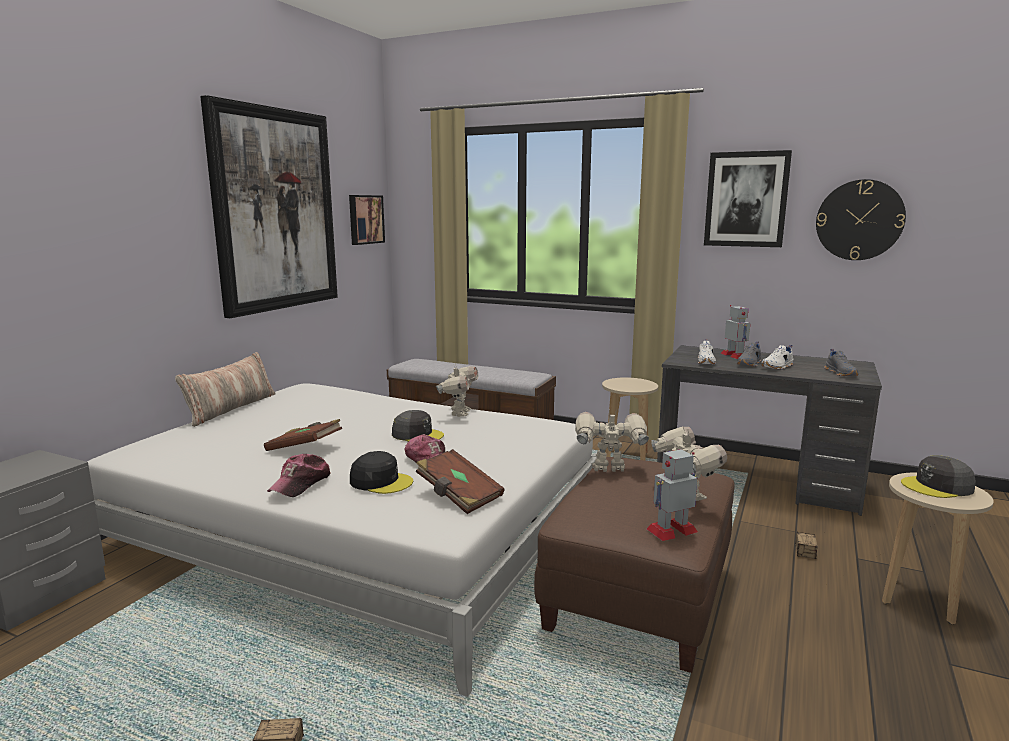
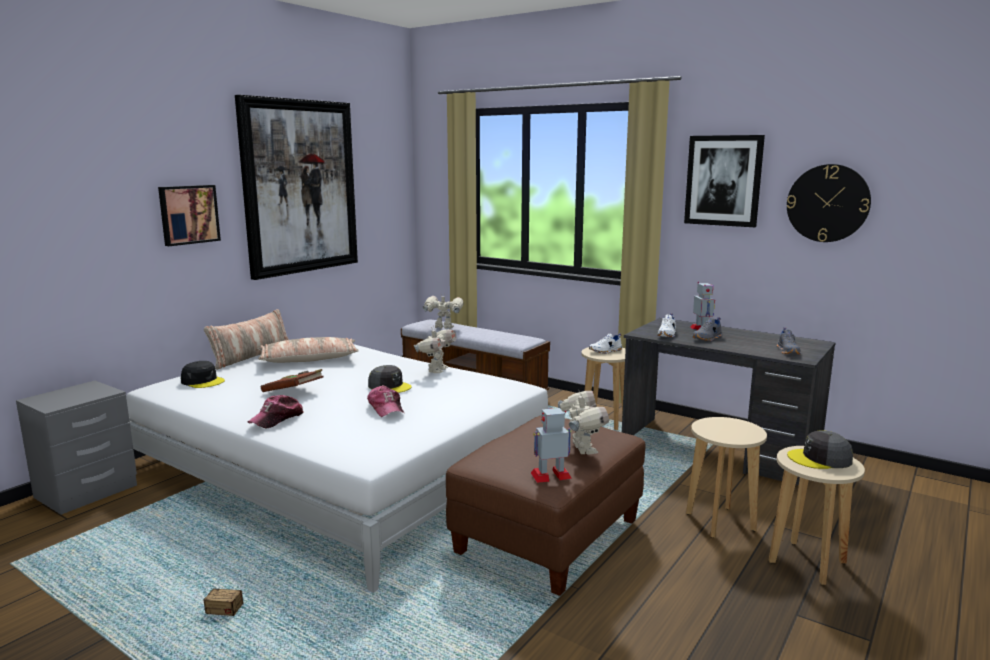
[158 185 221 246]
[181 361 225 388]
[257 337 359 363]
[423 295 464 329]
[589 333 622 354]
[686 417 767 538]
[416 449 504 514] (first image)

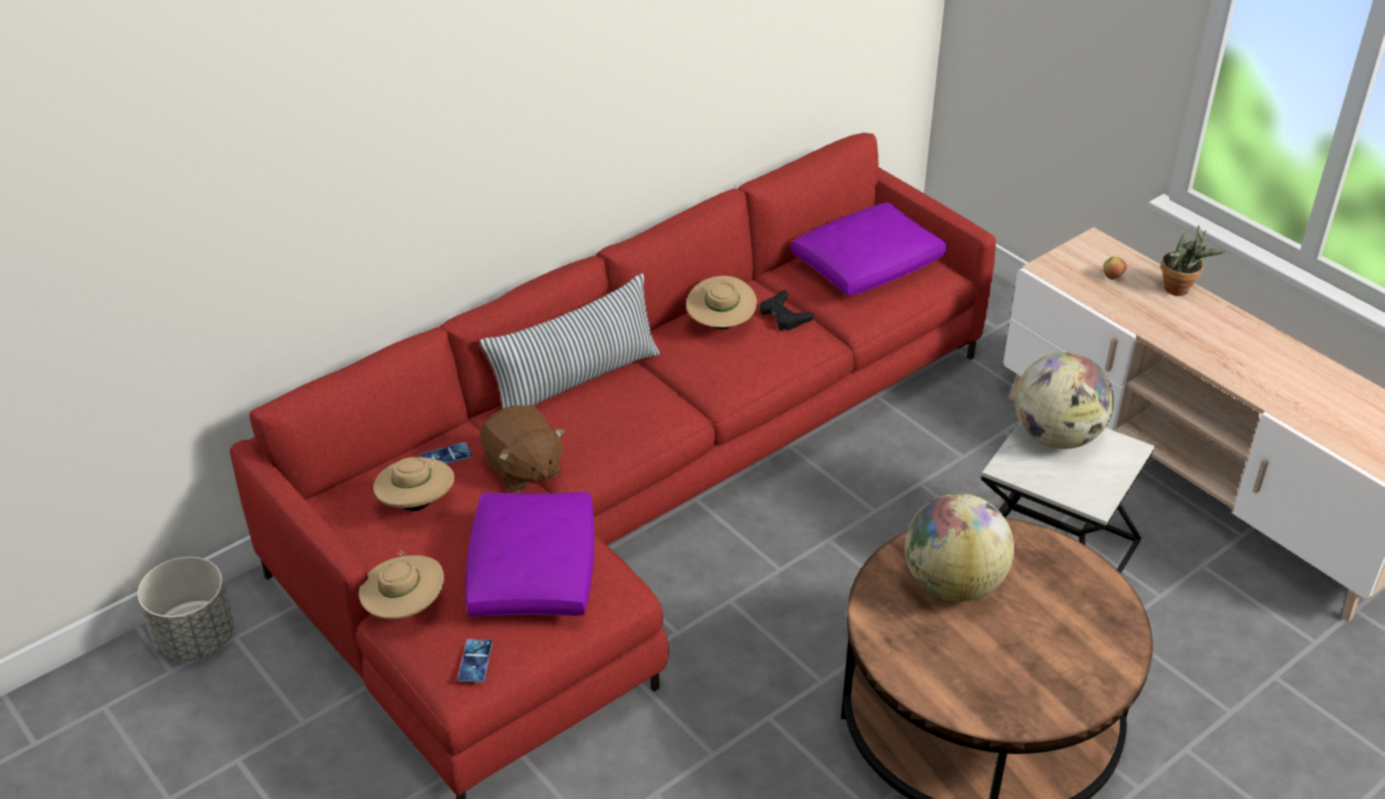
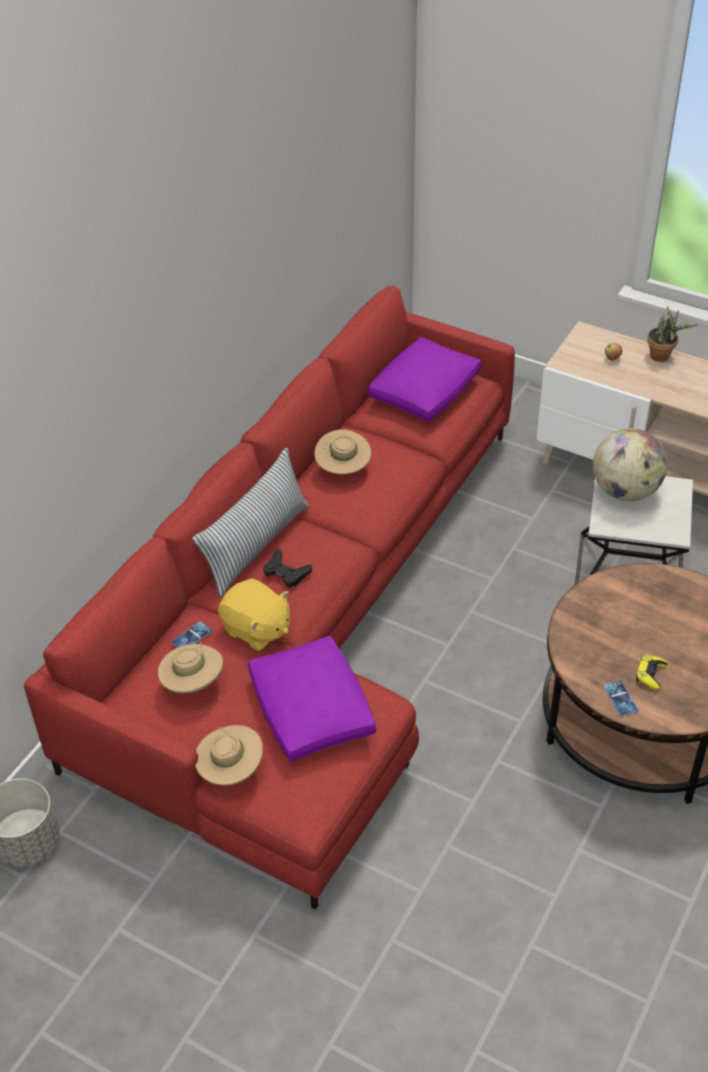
[218 578 290 652]
[263 549 312 588]
[603 681 639 716]
[636 655 667 690]
[905 493 1014 602] (first image)

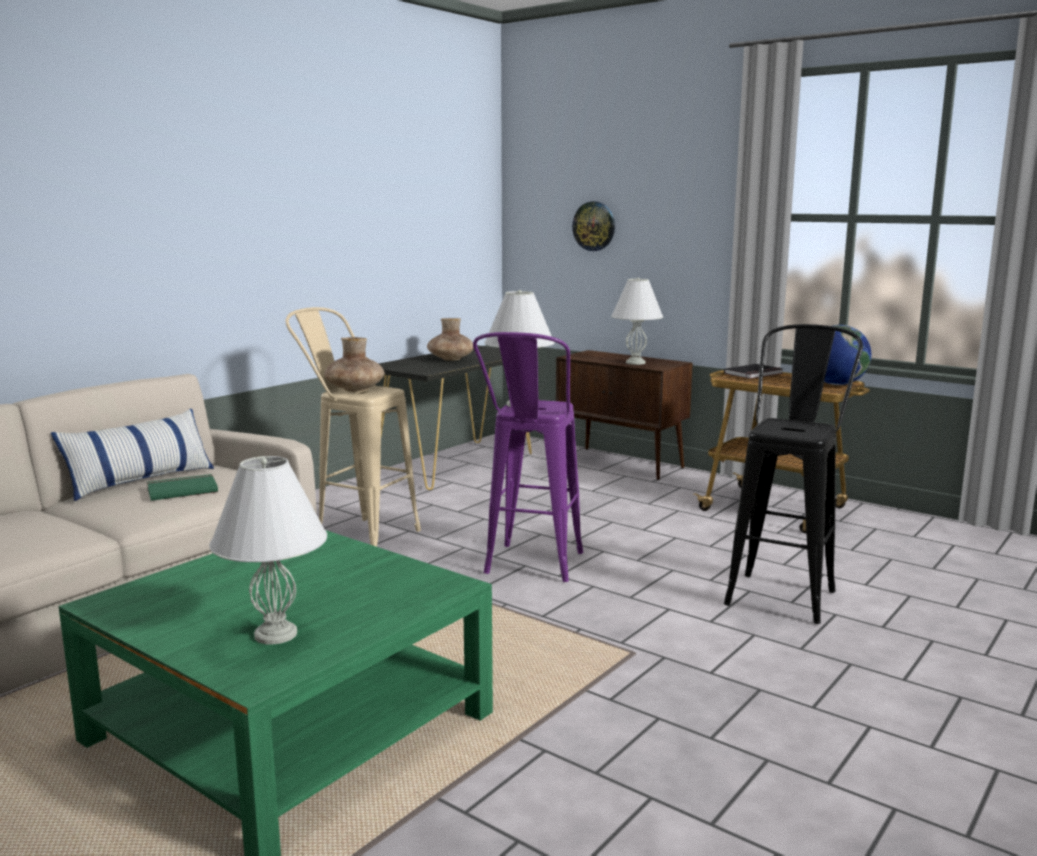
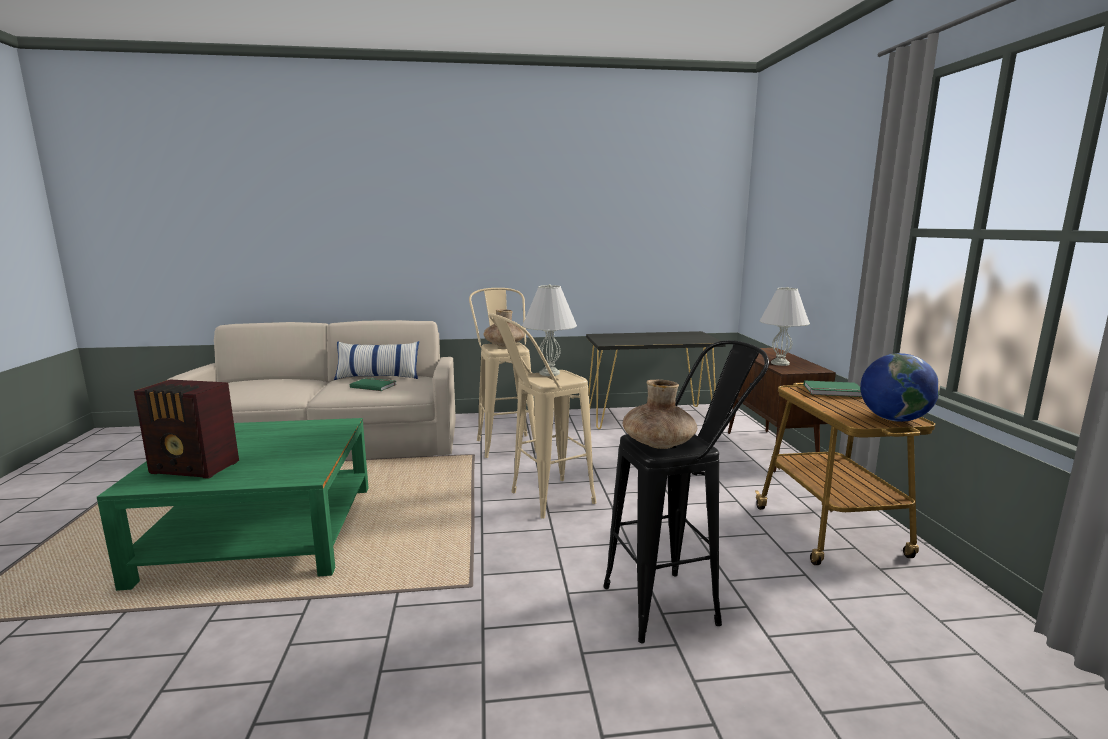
[134 379 239 479]
[489 313 597 519]
[622 379 697 449]
[804 380 862 397]
[572 202 615 251] (first image)

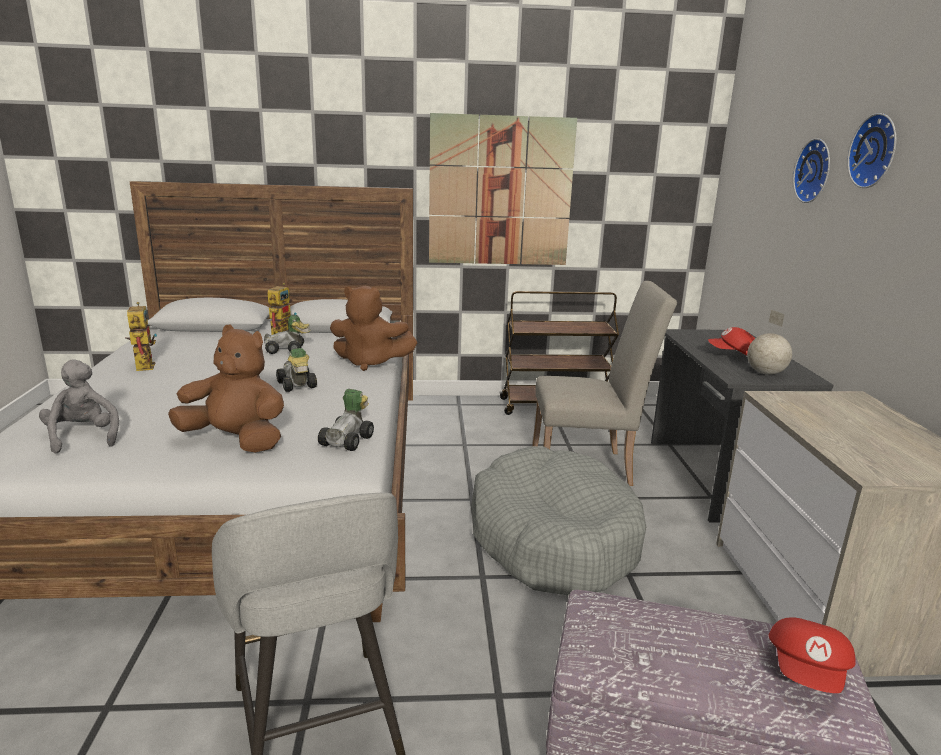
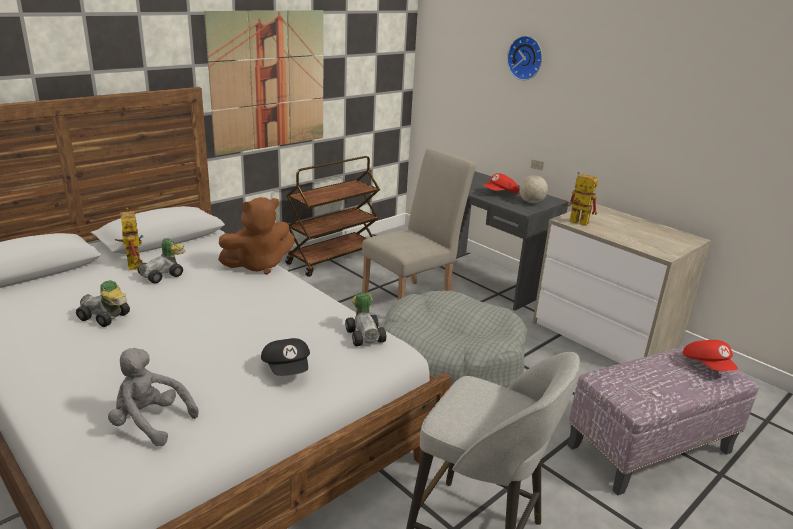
[76 280 130 327]
[261 338 310 376]
[561 172 598 226]
[847 113 896 188] (first image)

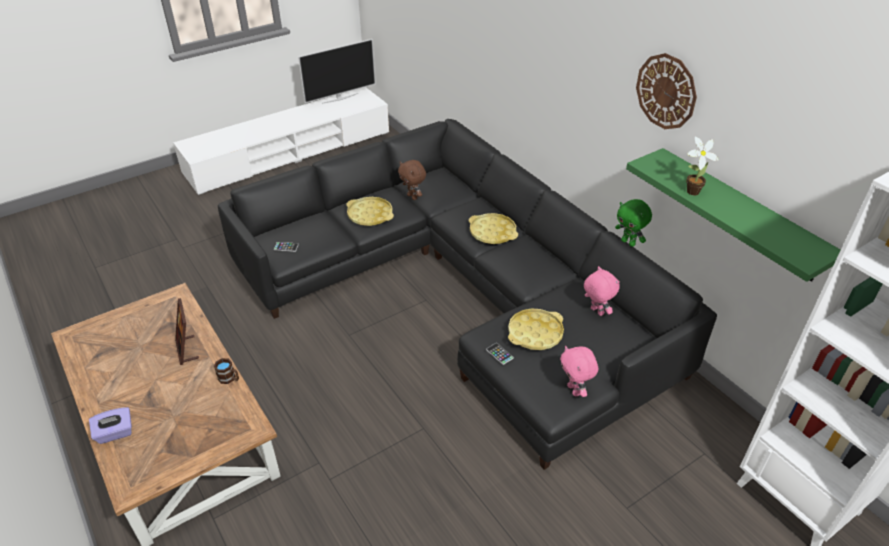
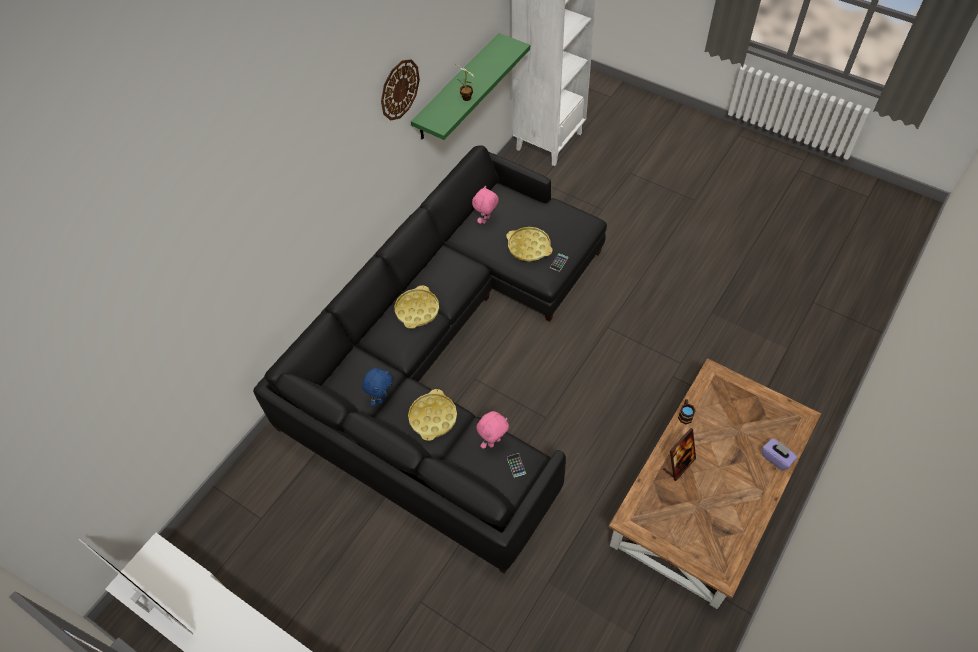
[362 368 393 406]
[476 411 509 449]
[615 199 652 247] (first image)

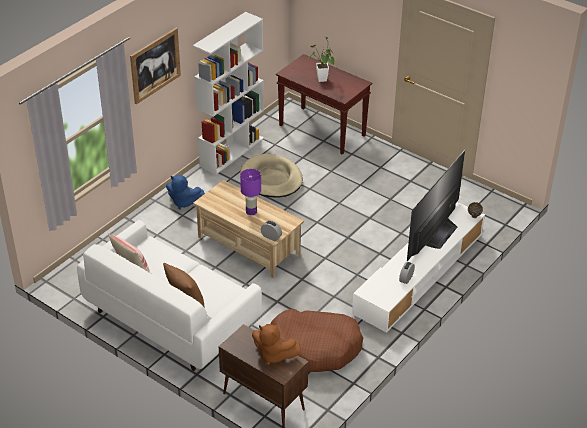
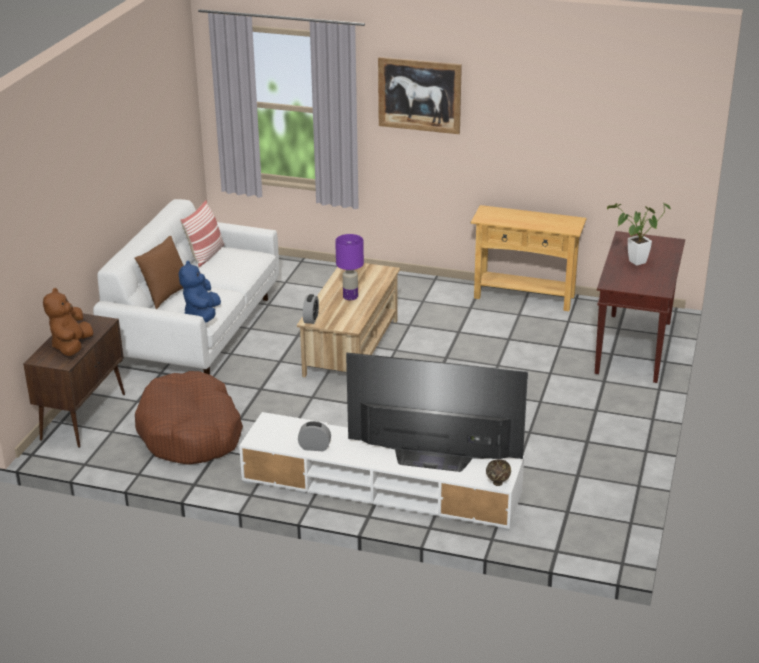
[178 261 221 323]
[471 205 586 311]
[240 154 303 198] (first image)

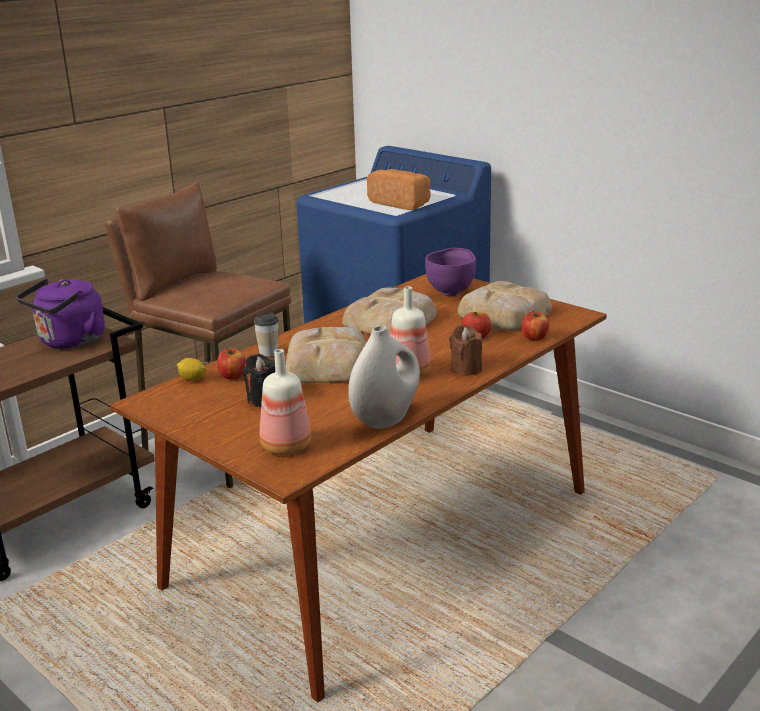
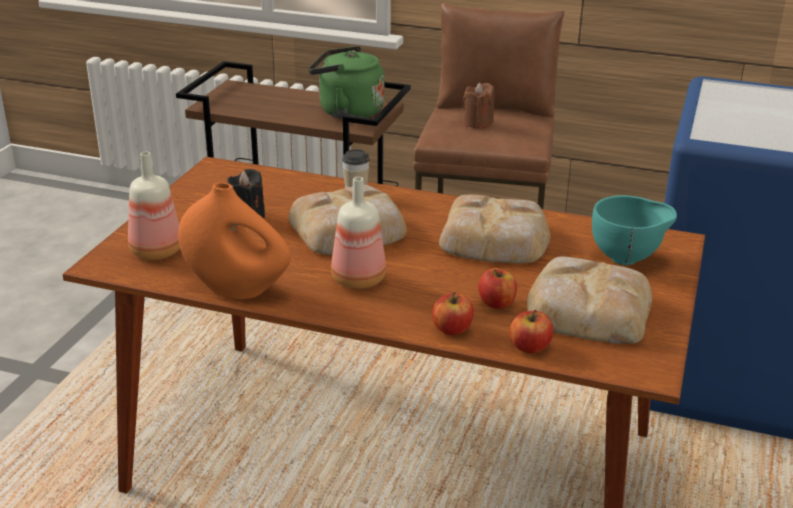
[178 182 291 299]
[308 46 385 119]
[432 292 474 335]
[462 82 494 129]
[592 195 677 265]
[177 358 206 381] (first image)
[367 169 431 210] (first image)

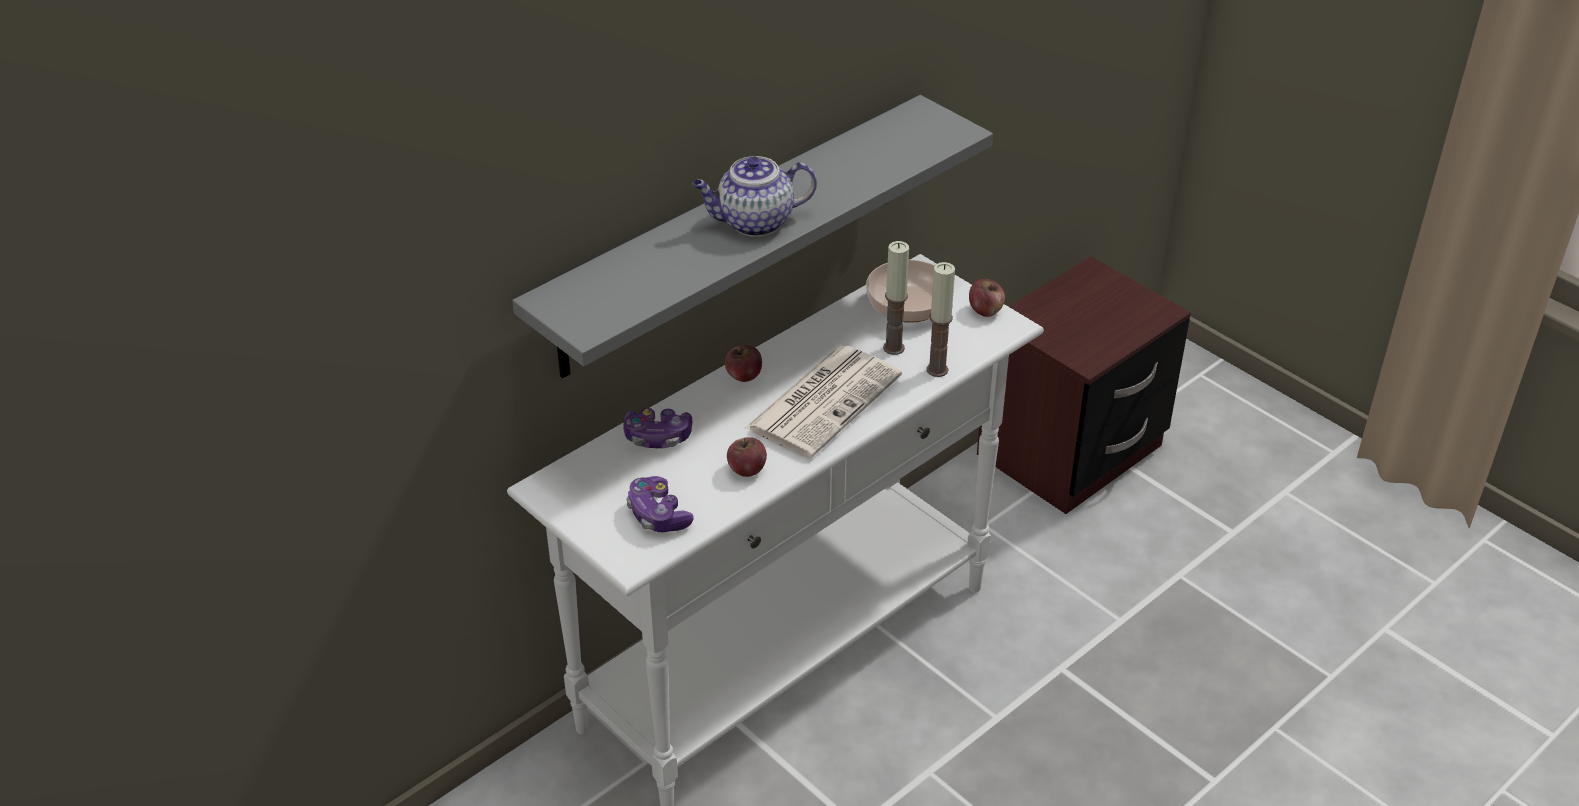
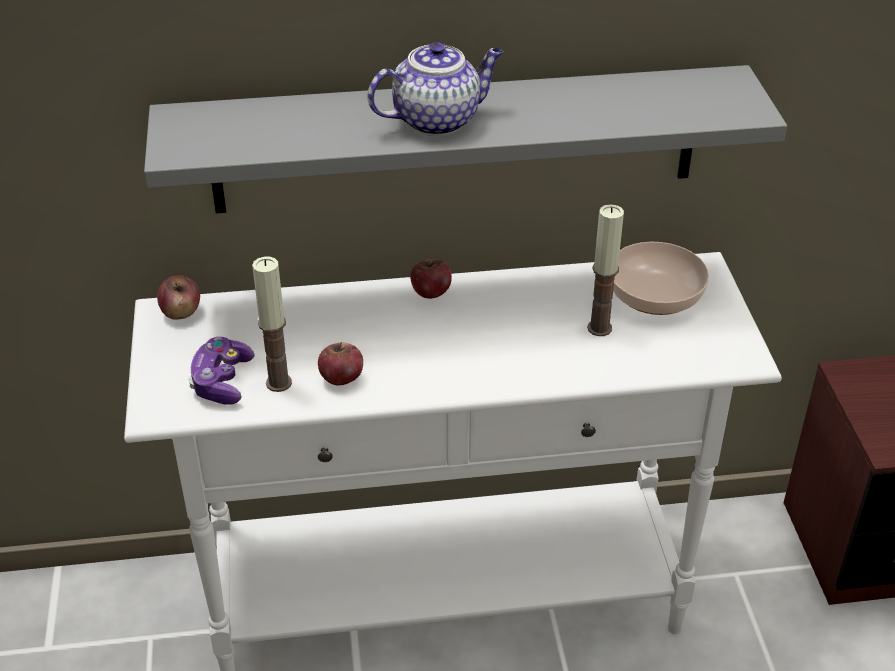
[157 275 200 320]
[252 257 292 392]
[367 42 503 136]
[623 408 692 448] (first image)
[745 346 902 458] (first image)

